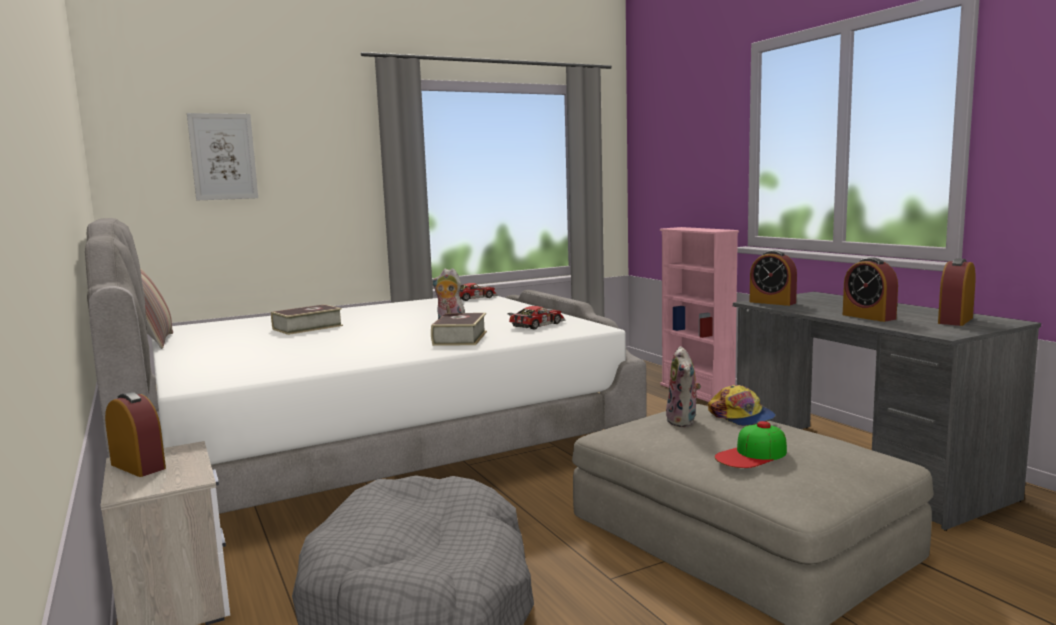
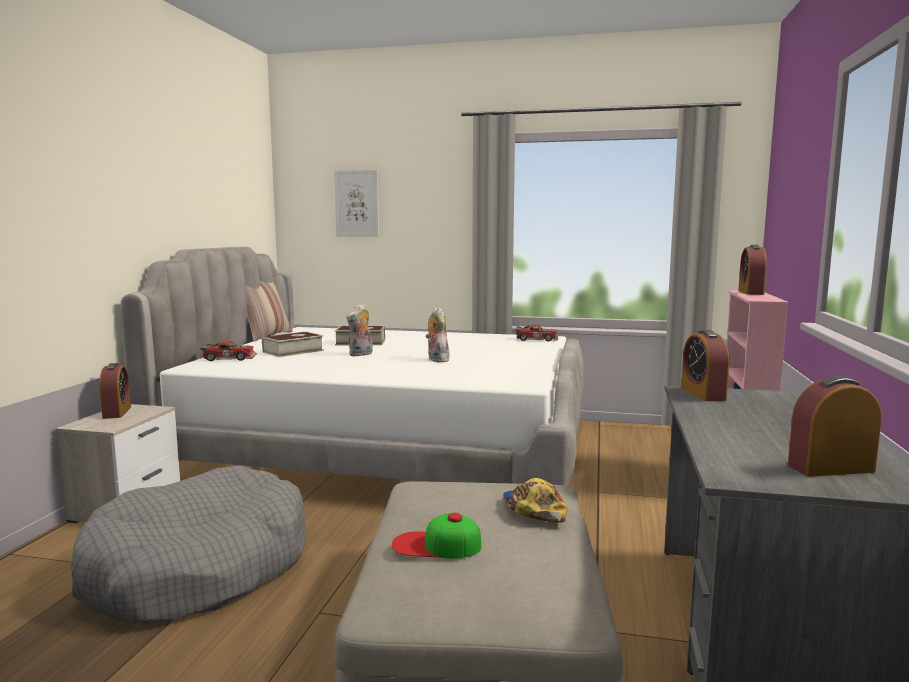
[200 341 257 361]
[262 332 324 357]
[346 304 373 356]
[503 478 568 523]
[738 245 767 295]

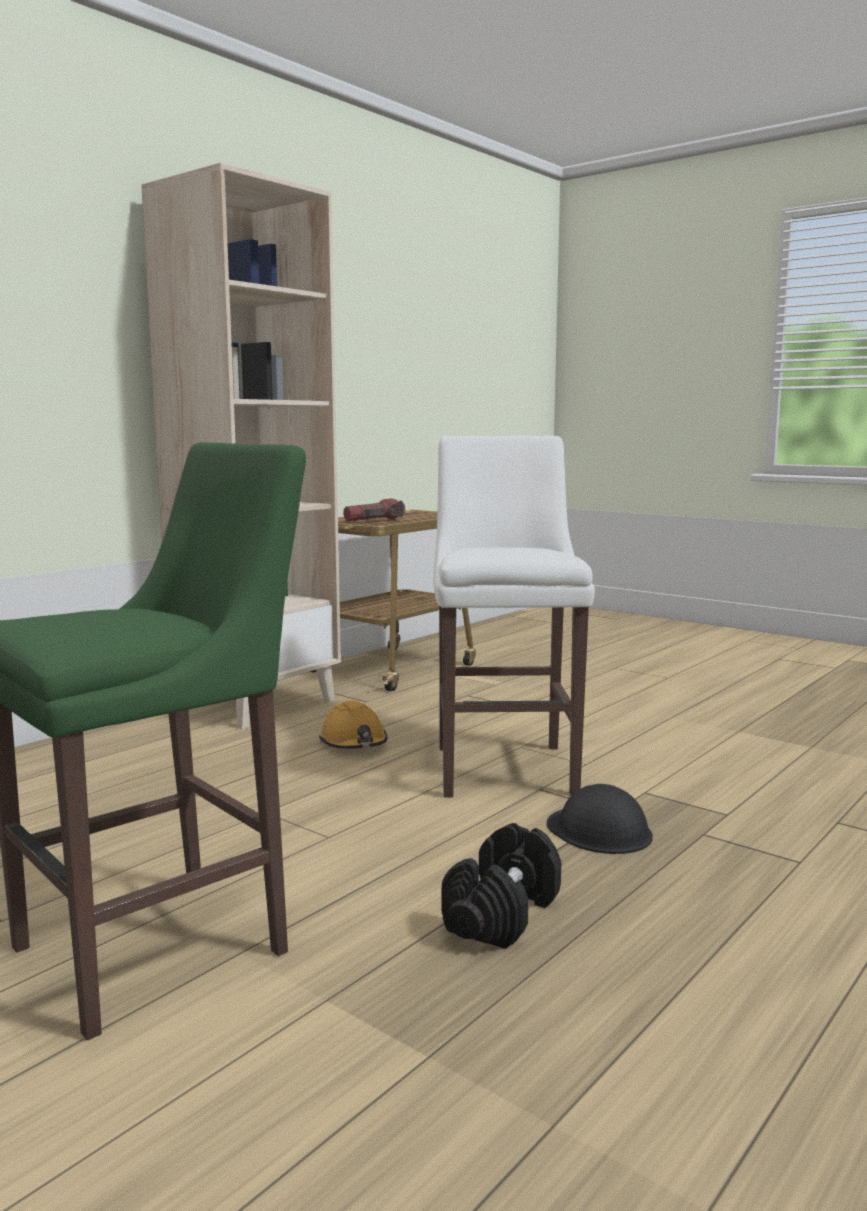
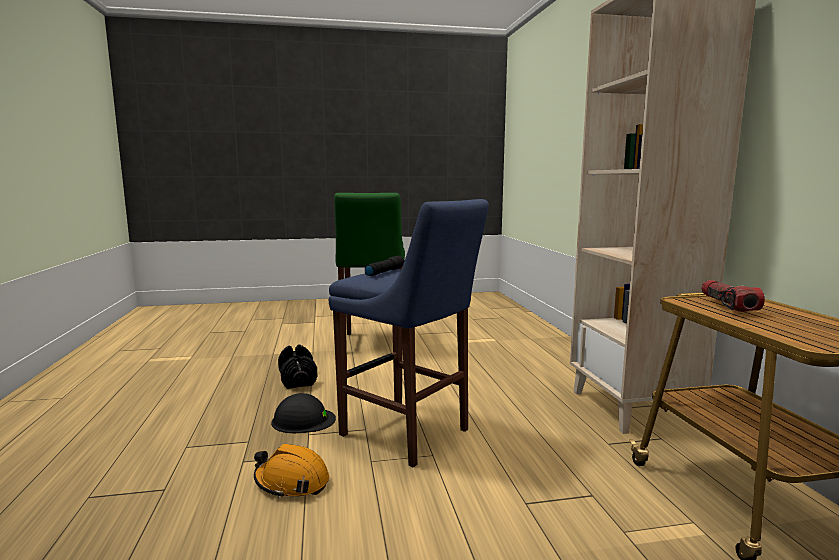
[254 444 329 498]
[329 199 489 467]
[365 256 405 276]

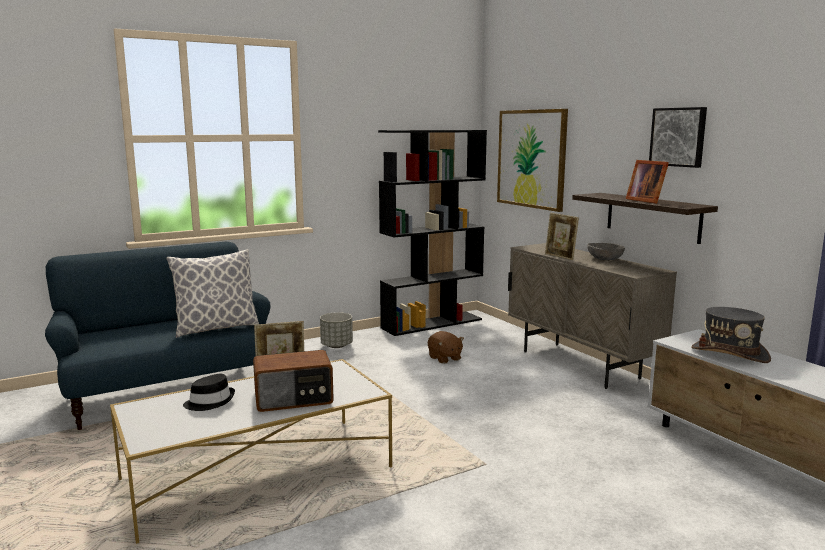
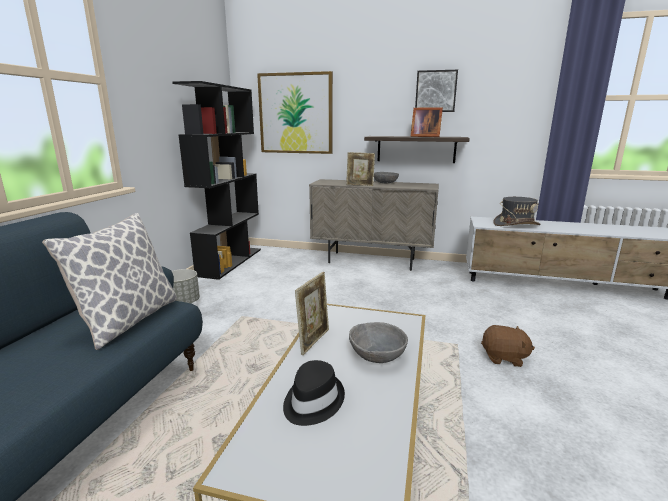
[349 322 408 363]
[481 325 535 367]

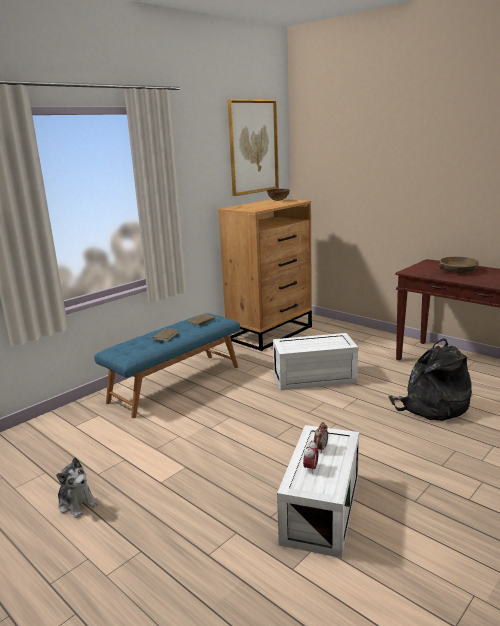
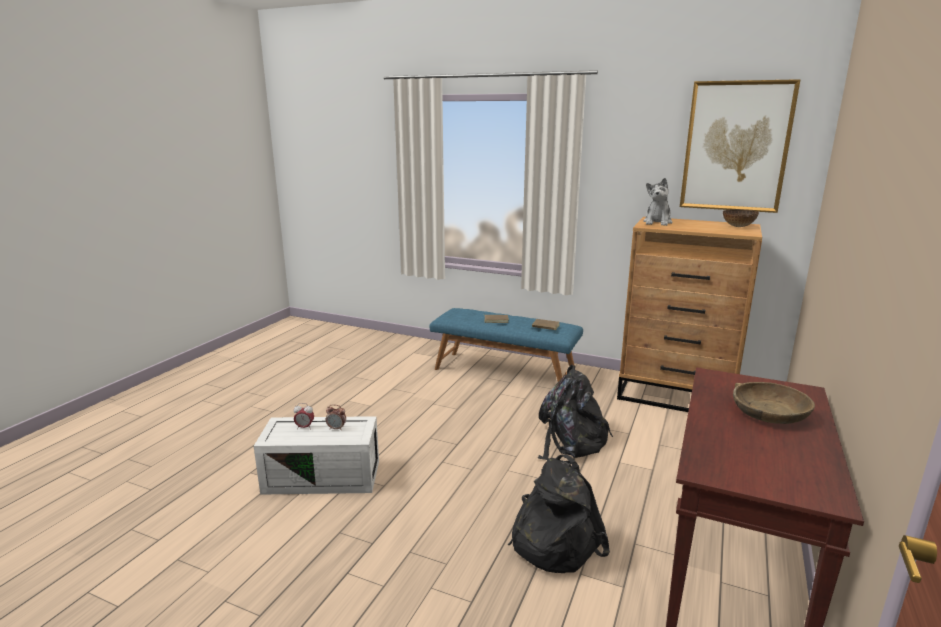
[538 365 613 464]
[643 178 673 226]

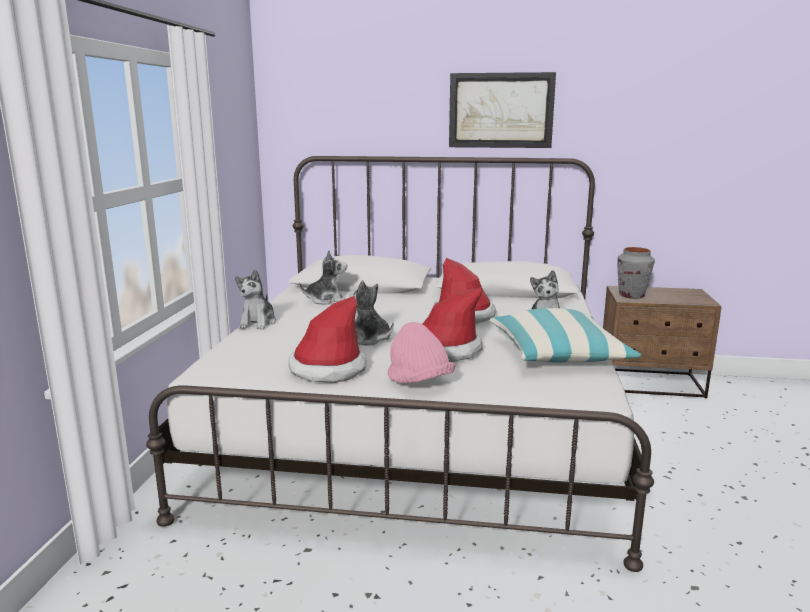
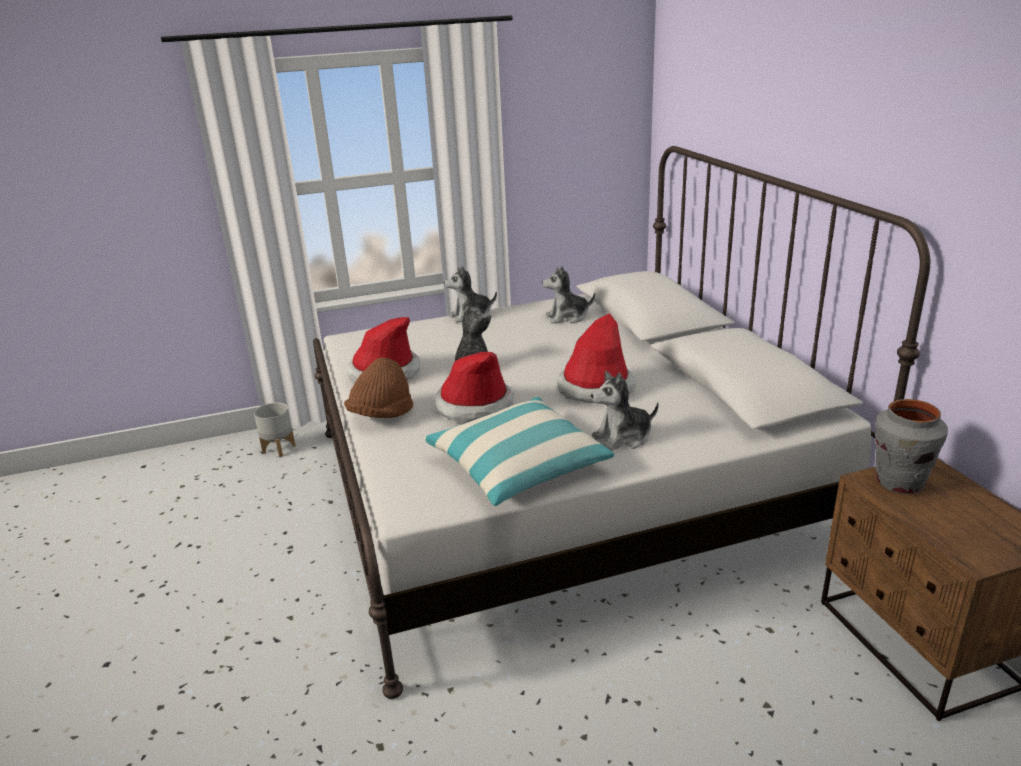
[254 402 296 457]
[344 357 413 418]
[542 266 595 324]
[449 72 556 148] (first image)

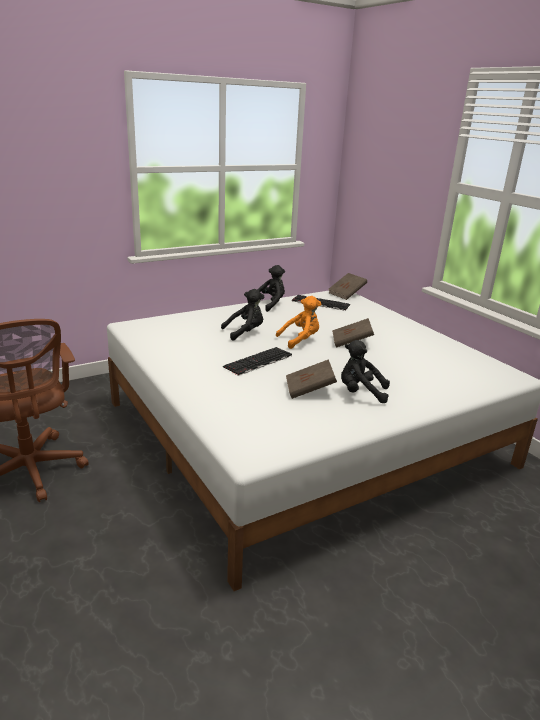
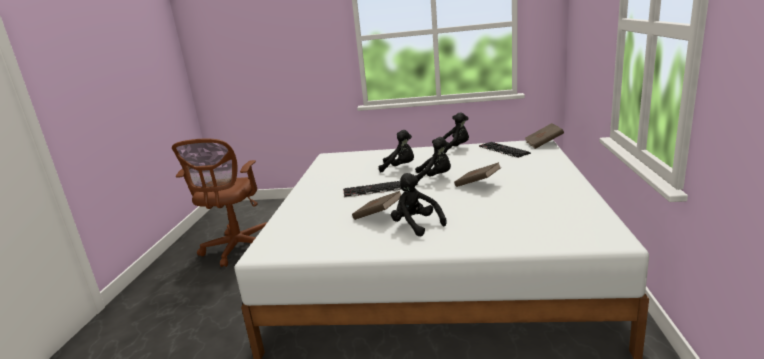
[415 137 451 181]

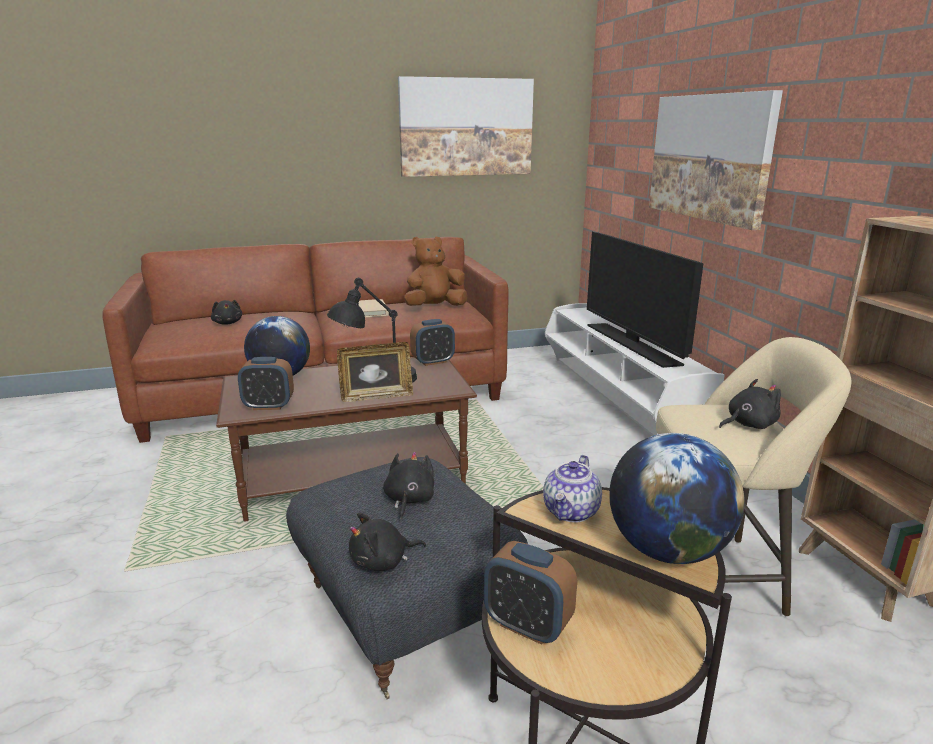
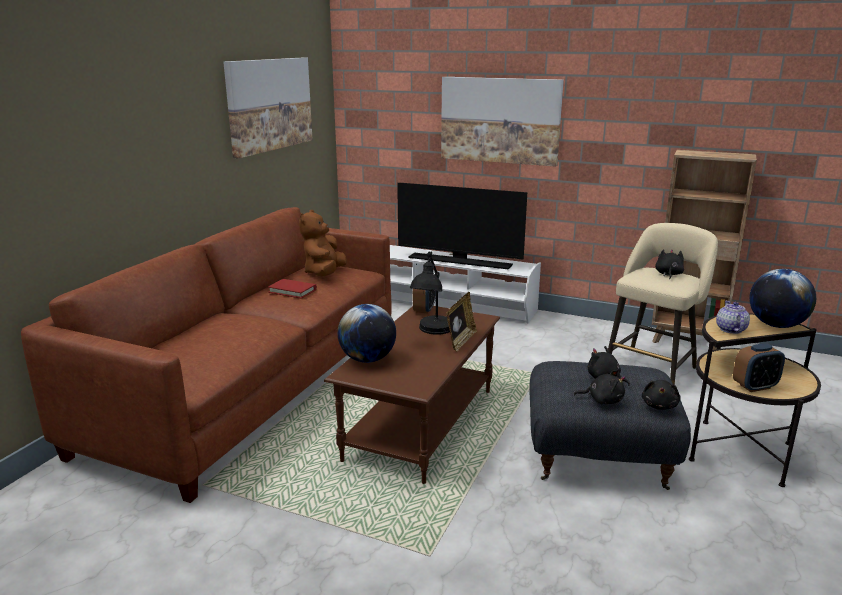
[268 279 317 299]
[574 370 625 404]
[716 301 750 334]
[238 357 294 410] (first image)

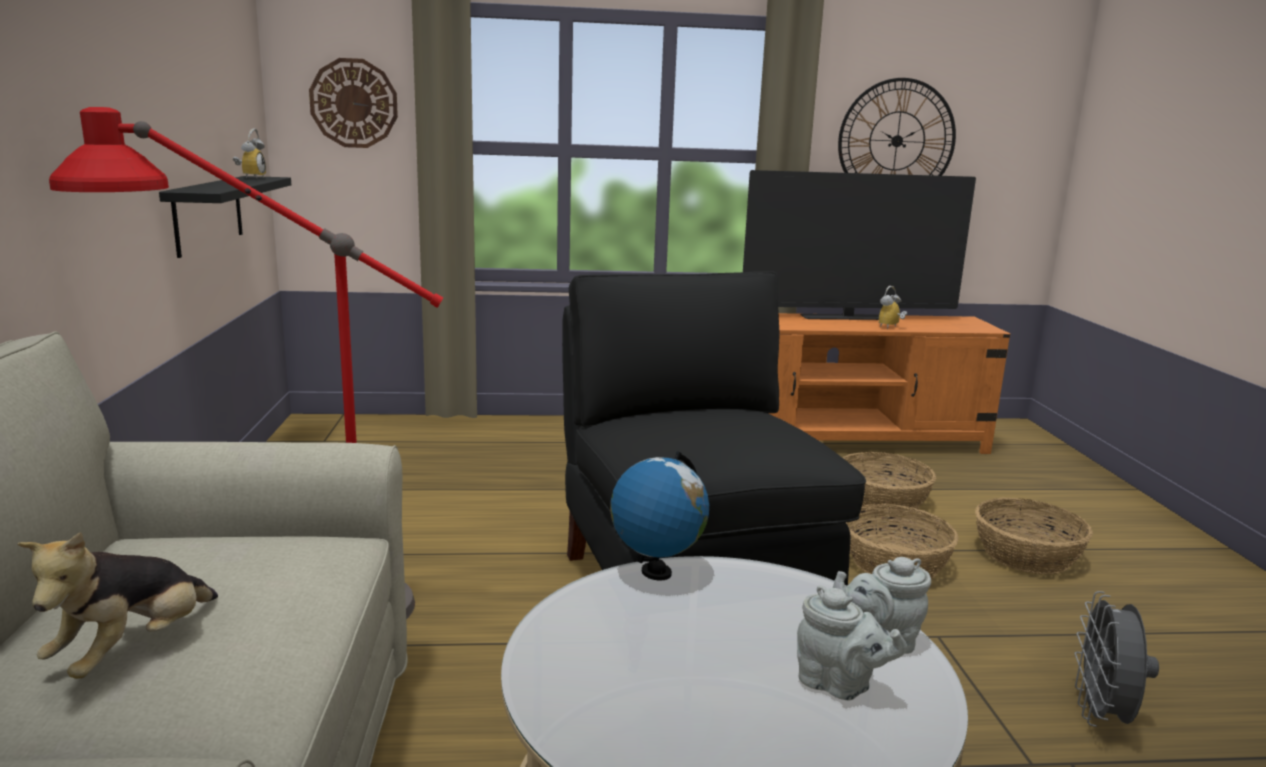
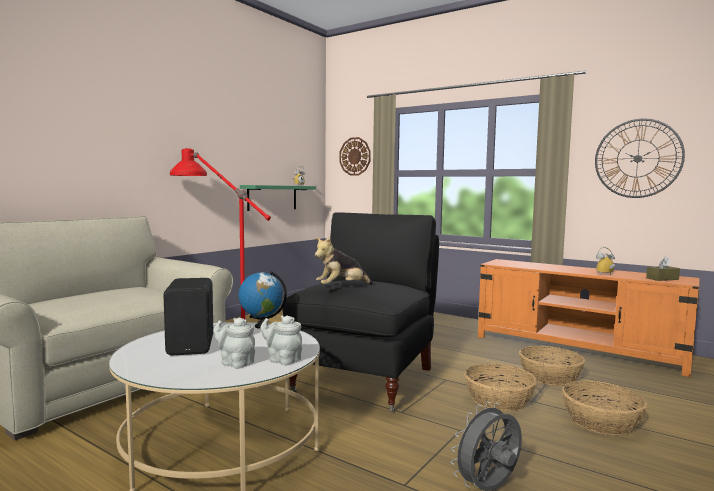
[163 278 213 356]
[213 318 255 368]
[240 185 316 211]
[315 237 373 285]
[646 257 680 281]
[743 170 976 320] (first image)

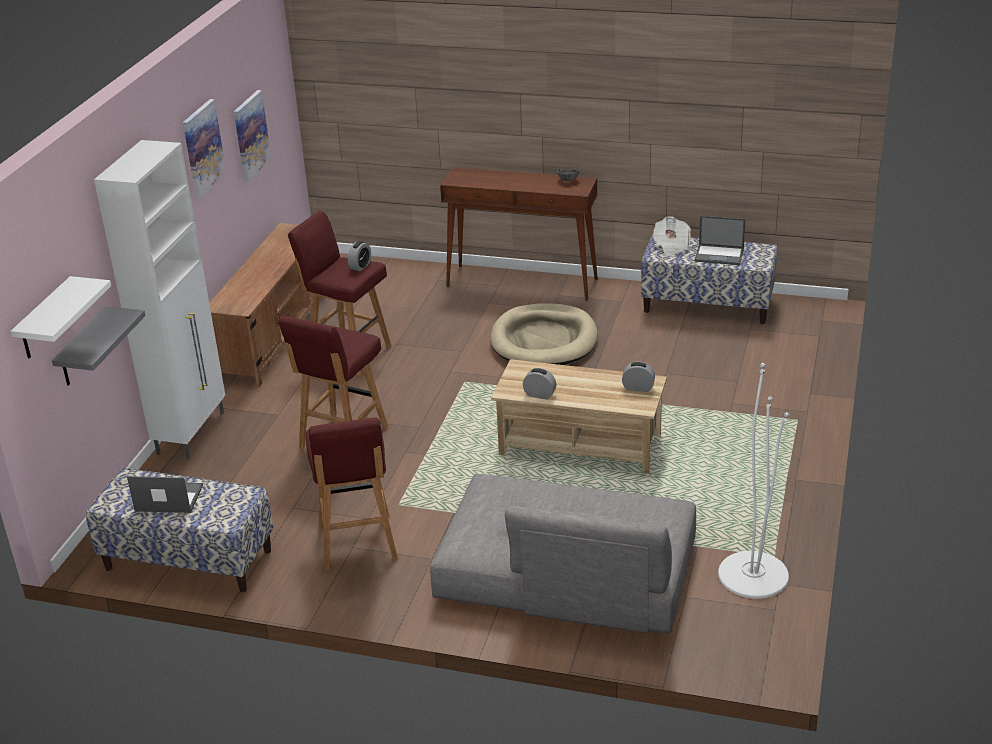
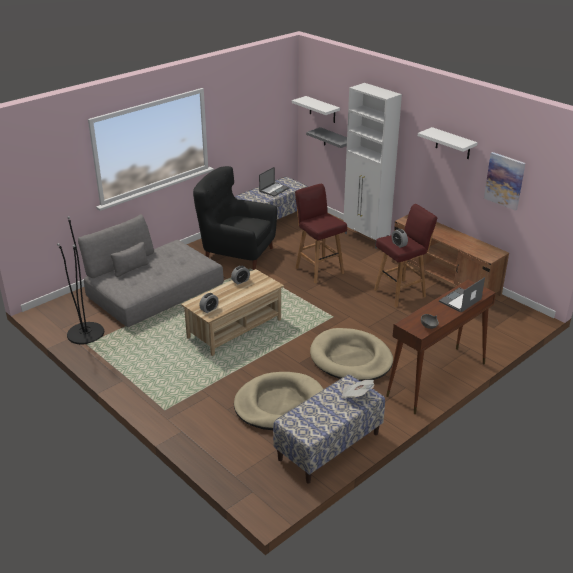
[57 216 104 345]
[193 166 277 270]
[234 372 324 430]
[418 127 478 159]
[439 277 485 312]

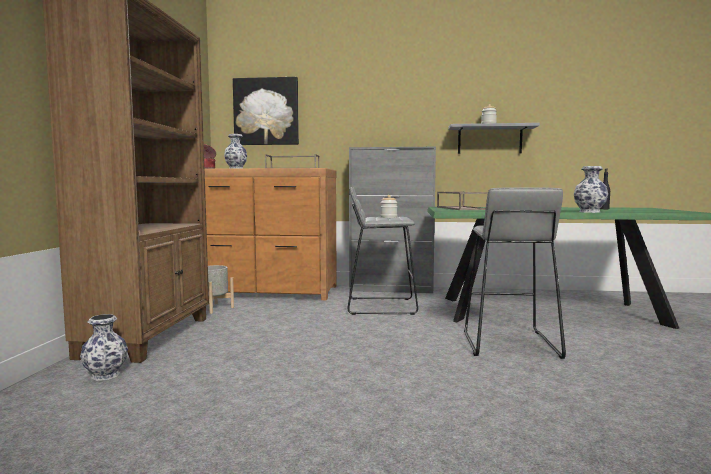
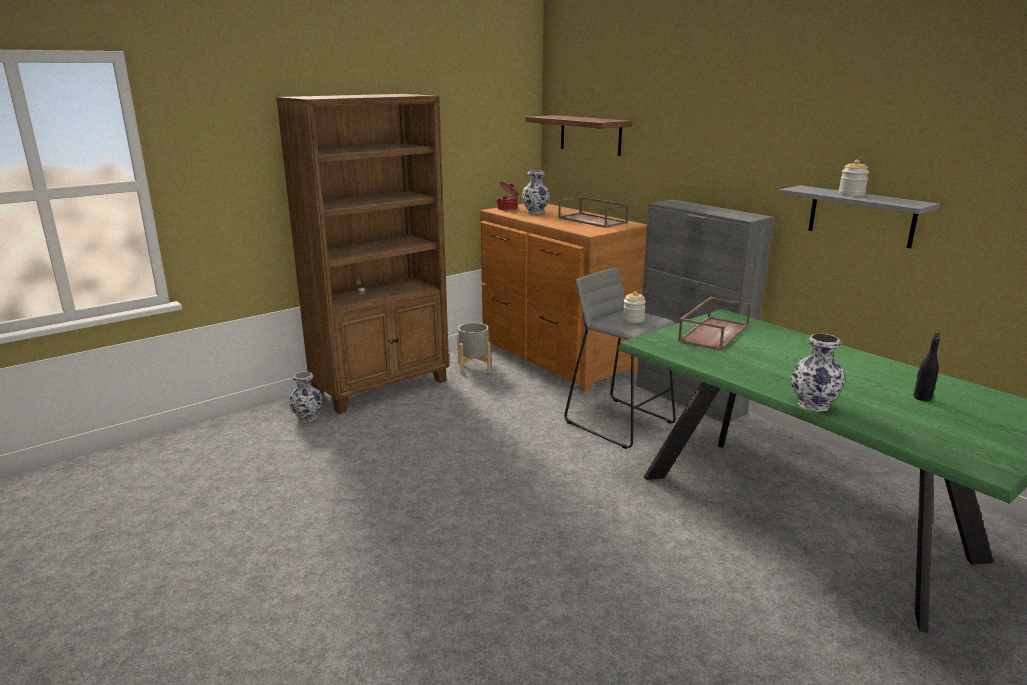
[526 115 632 156]
[464 187 566 359] (first image)

